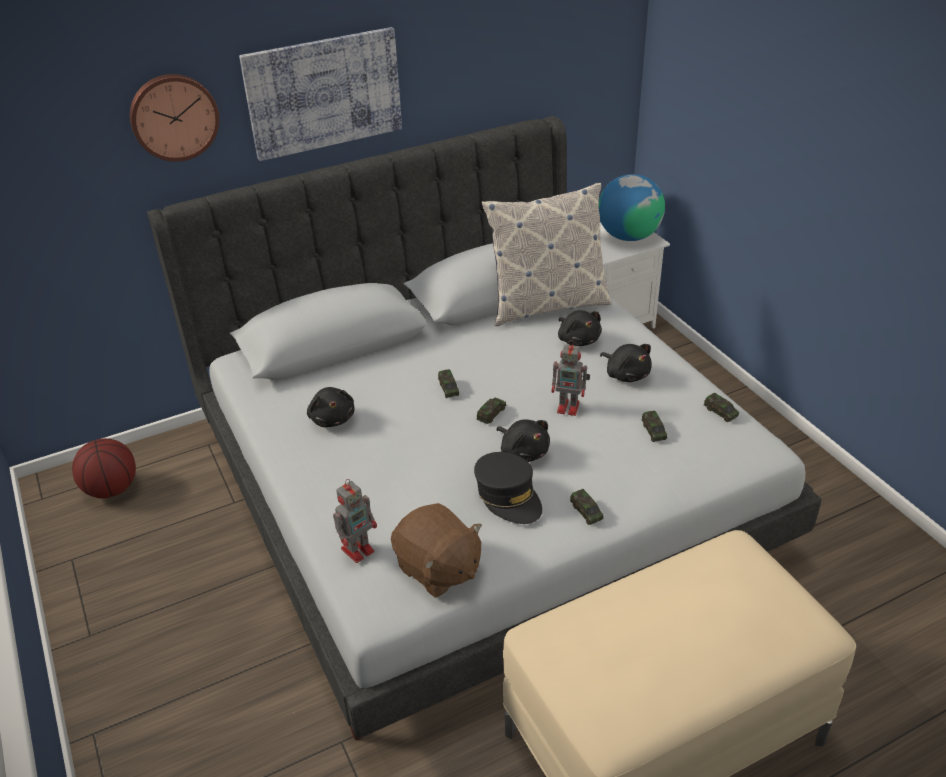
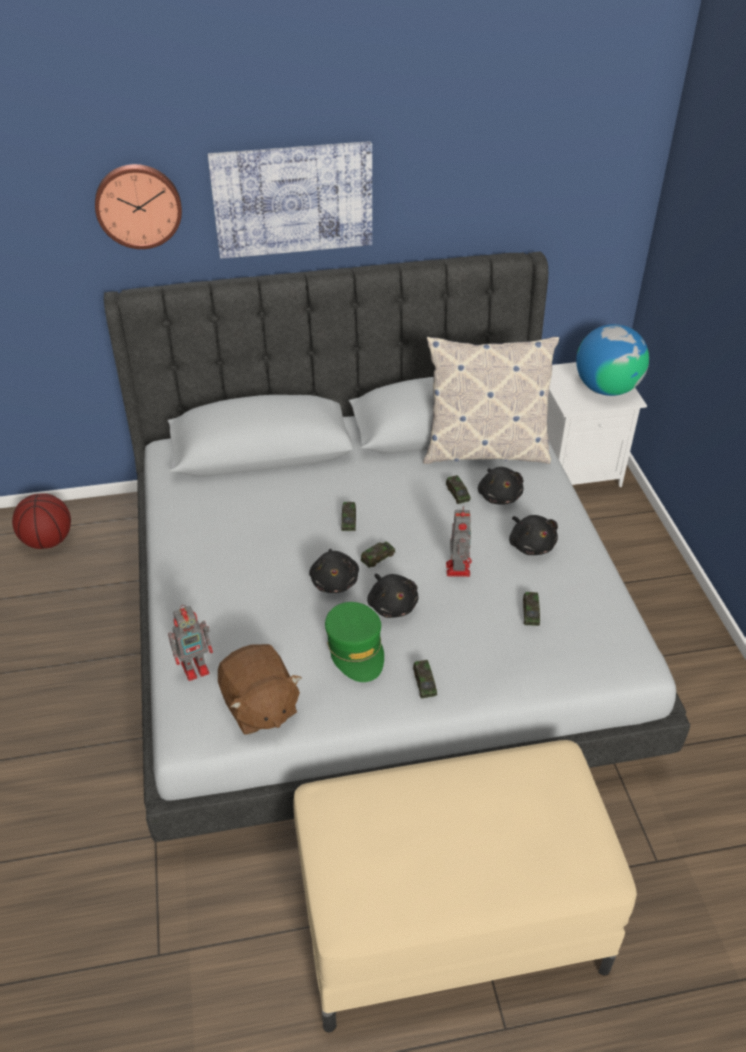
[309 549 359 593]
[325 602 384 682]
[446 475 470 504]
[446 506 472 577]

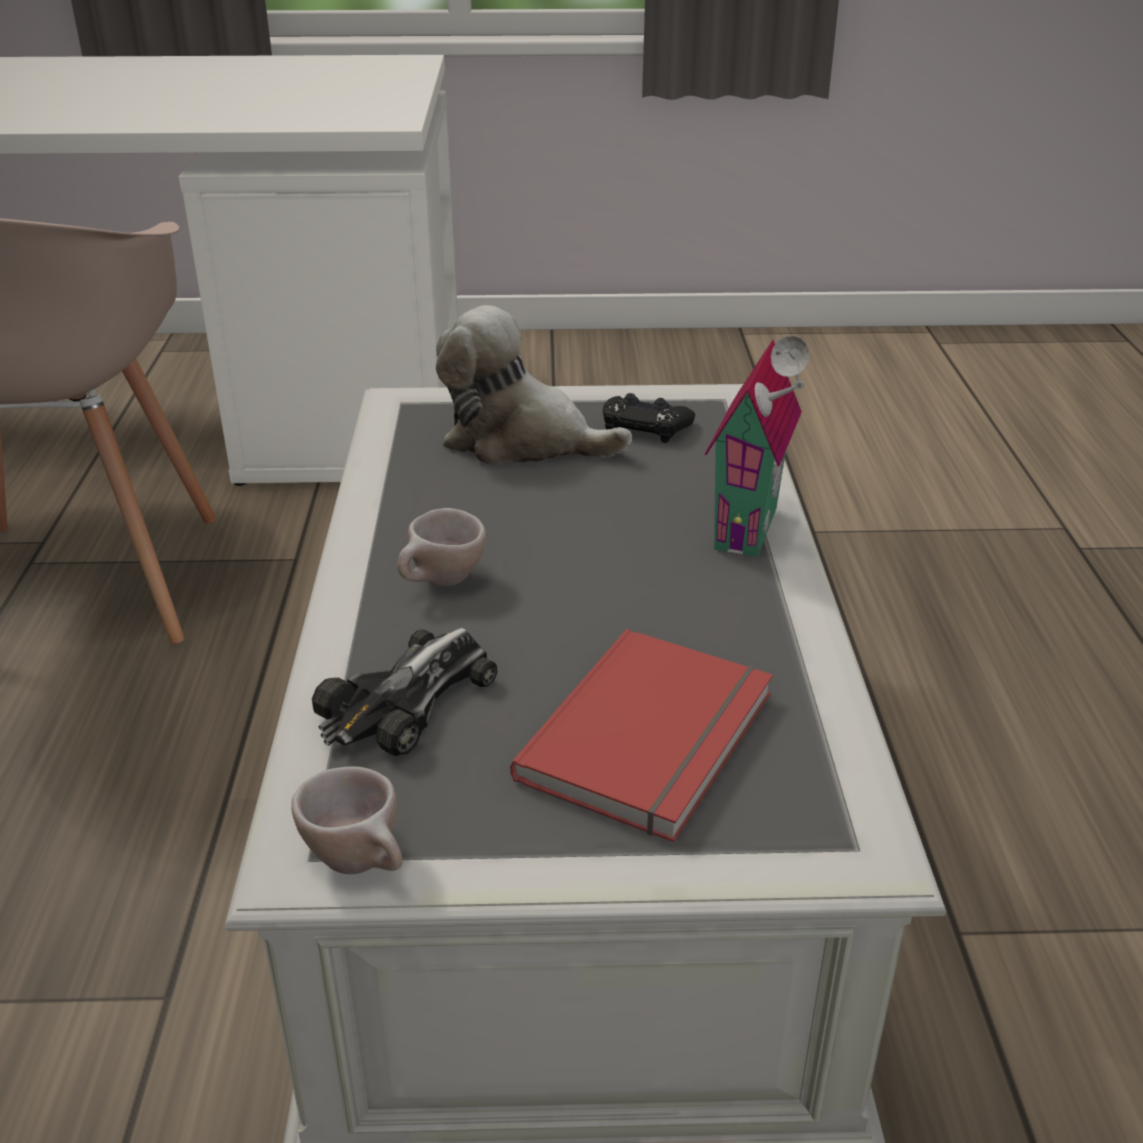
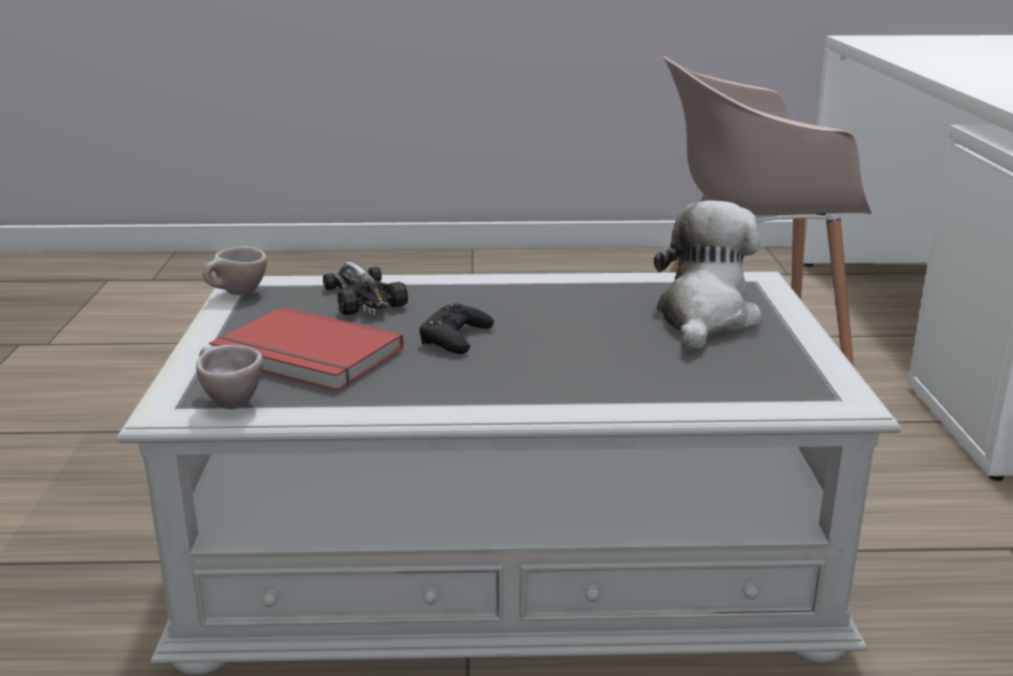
[196 345 263 409]
[323 262 408 315]
[419 303 494 354]
[705 335 809 558] (first image)

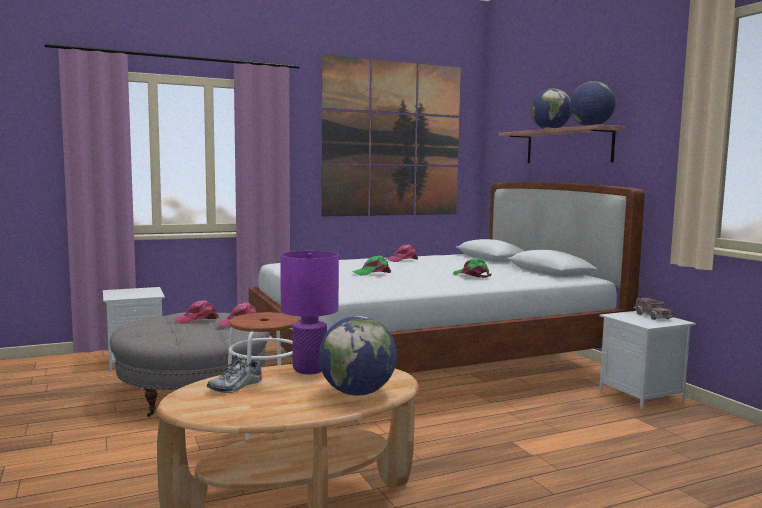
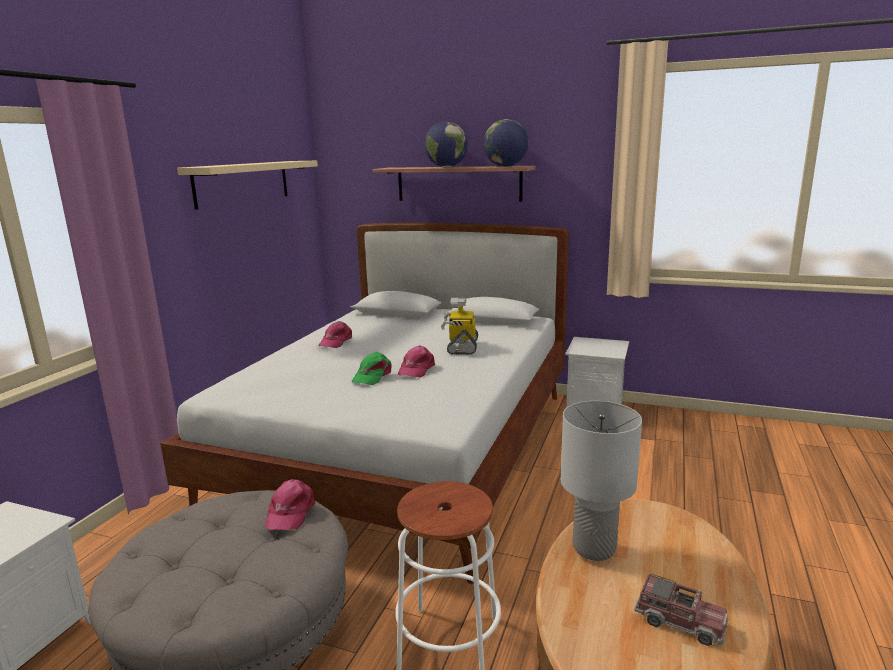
[177 161 318 210]
[398 345 435 378]
[441 298 478 355]
[561 401 642 561]
[634 573 728 646]
[207 355 262 393] (first image)
[319 316 397 396] (first image)

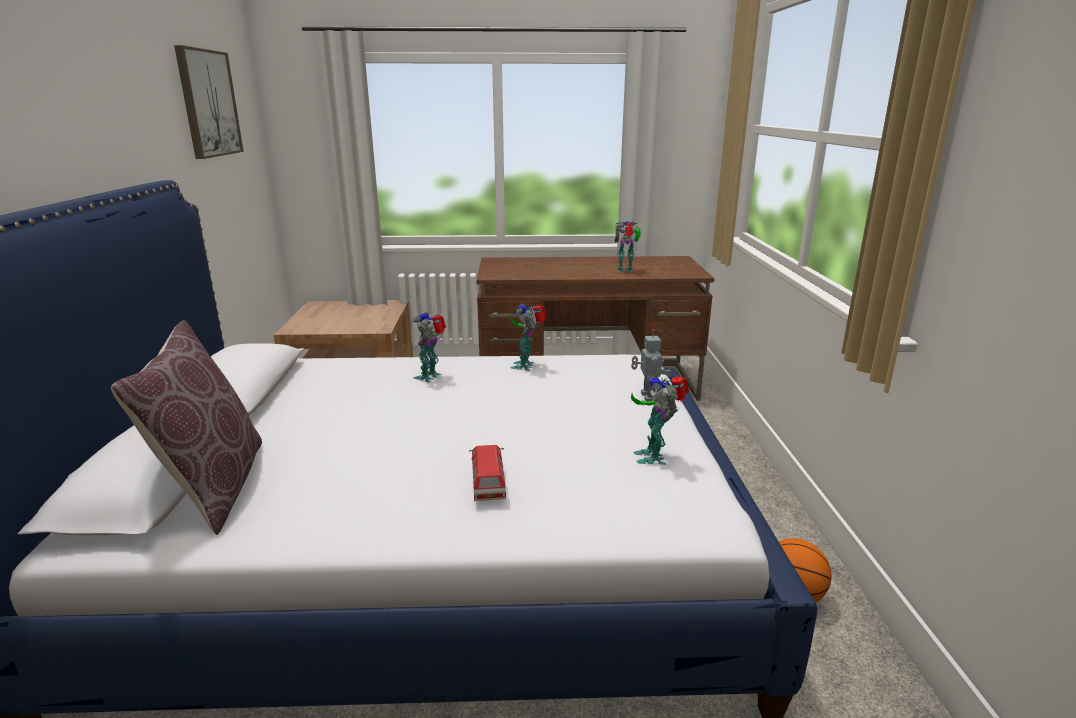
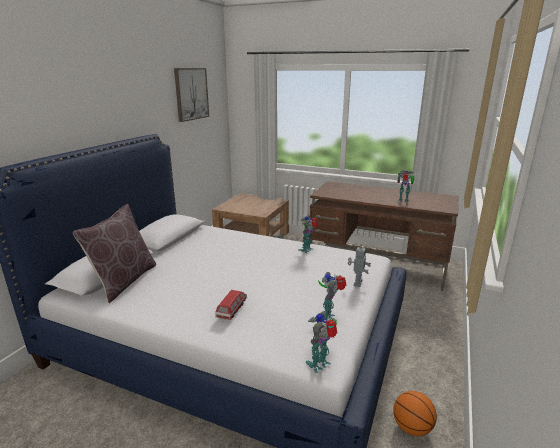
[305 311 337 373]

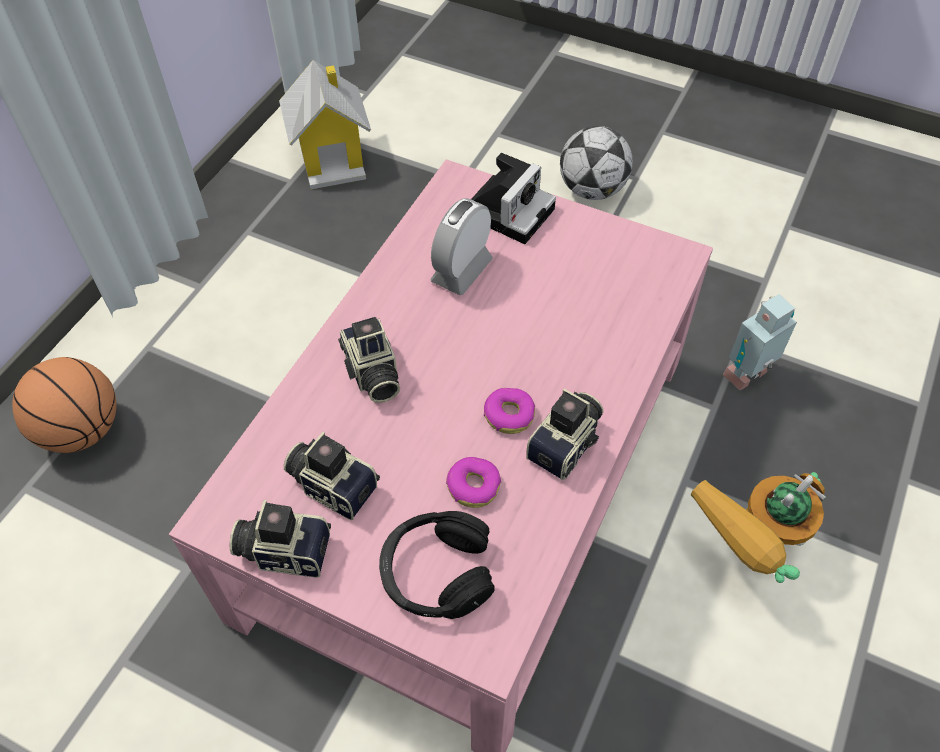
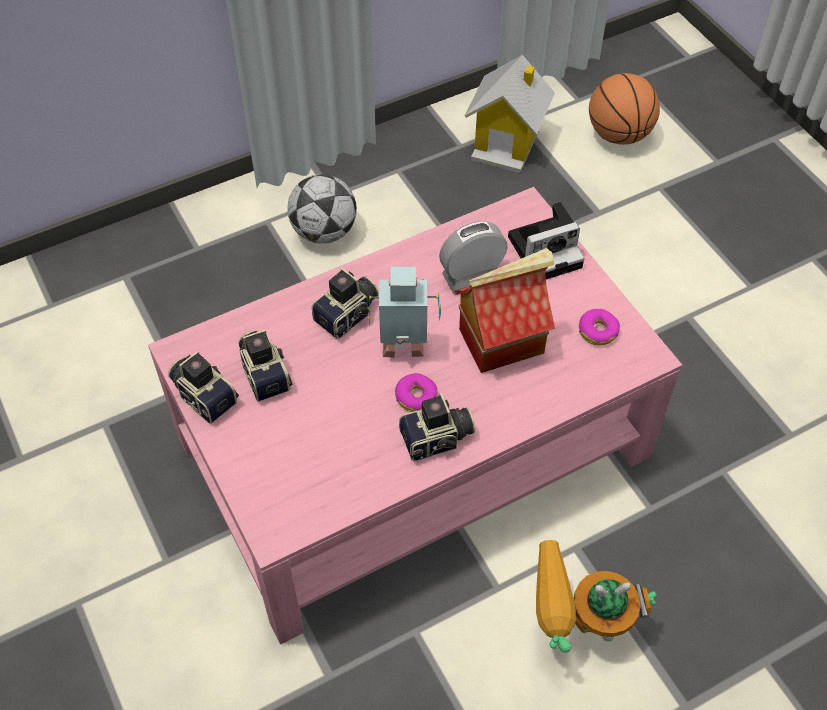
[288 174 357 244]
[312 268 379 339]
[368 266 441 358]
[455 248 555 373]
[579 309 620 346]
[589 73 660 145]
[379 511 495 619] (first image)

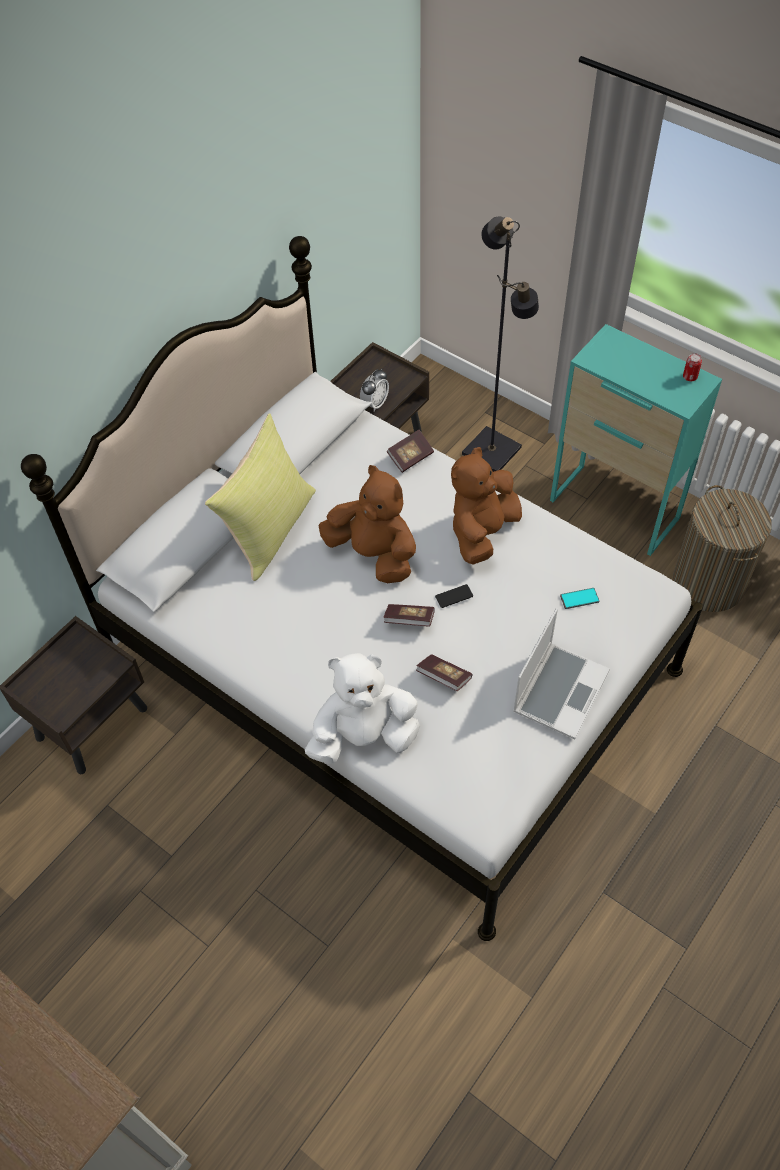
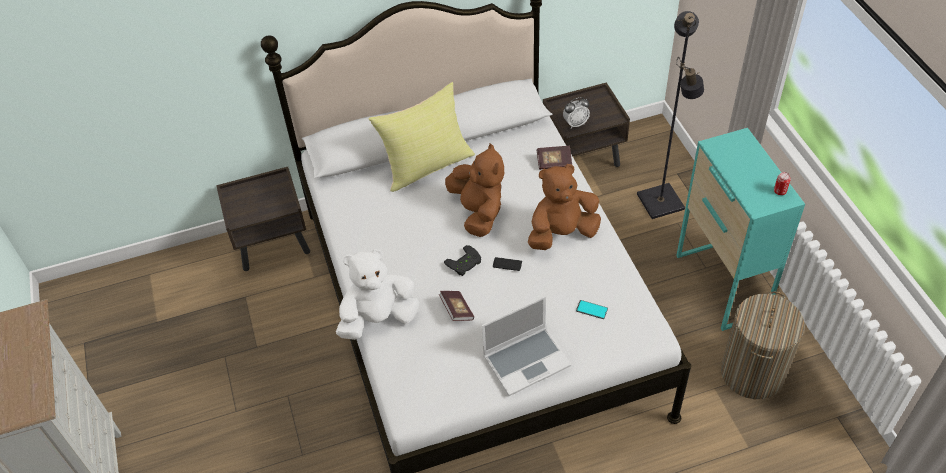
[336 249 419 340]
[444 245 481 276]

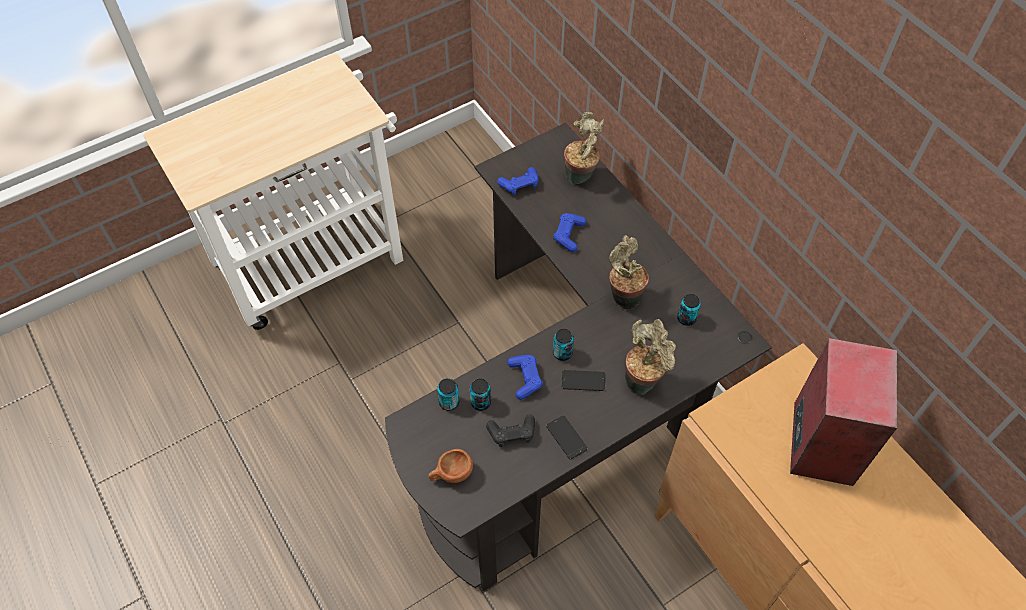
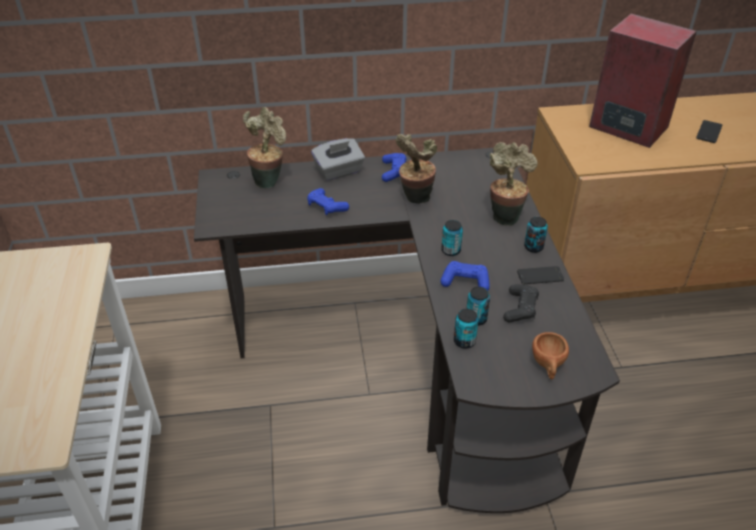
[311 138 365 181]
[382 153 406 182]
[524 217 548 253]
[696 120 722 143]

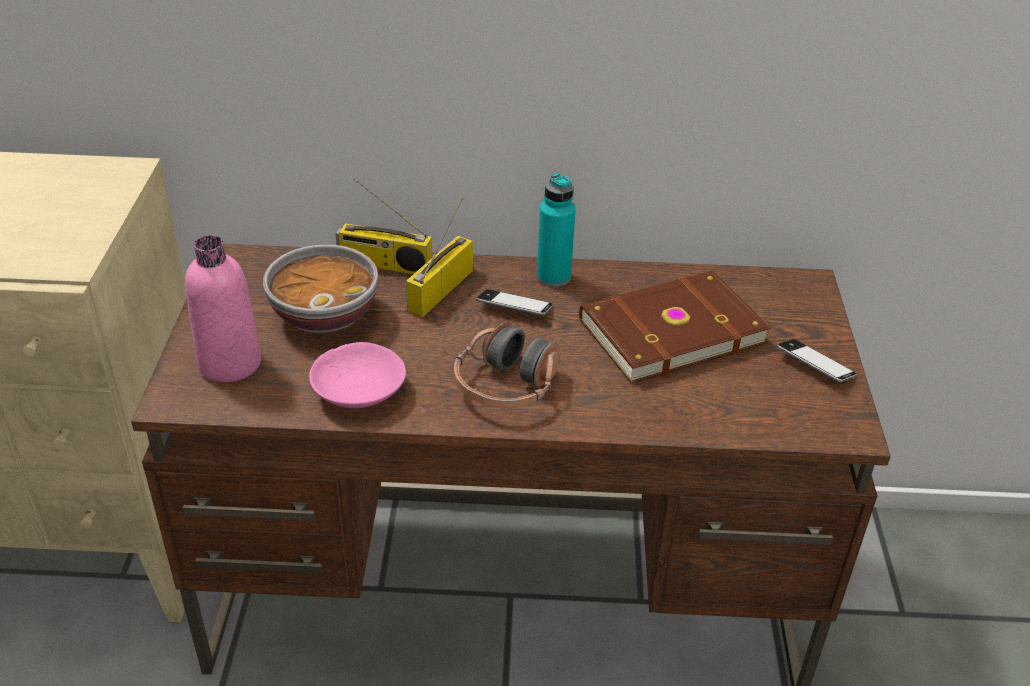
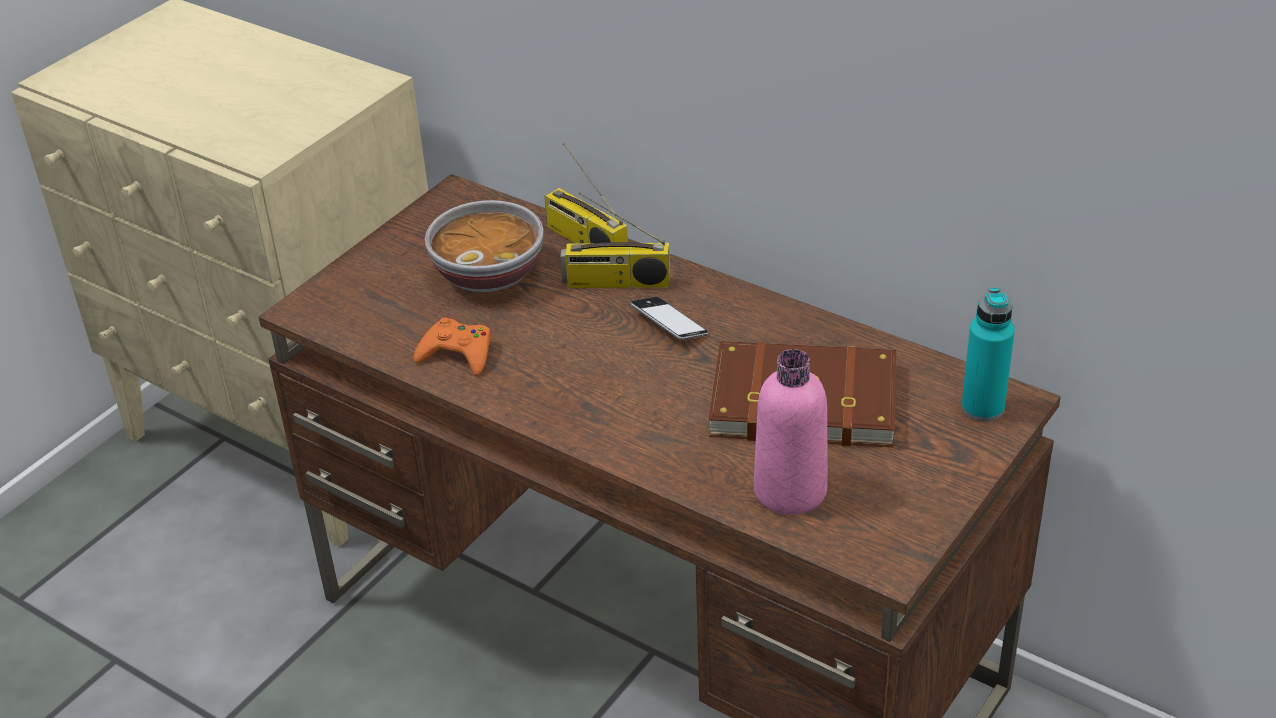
[413 318 491 376]
[560 192 670 288]
[754 349 828 515]
[962 287 1015 422]
[454 322 560 408] (first image)
[777 339 857 382] (first image)

